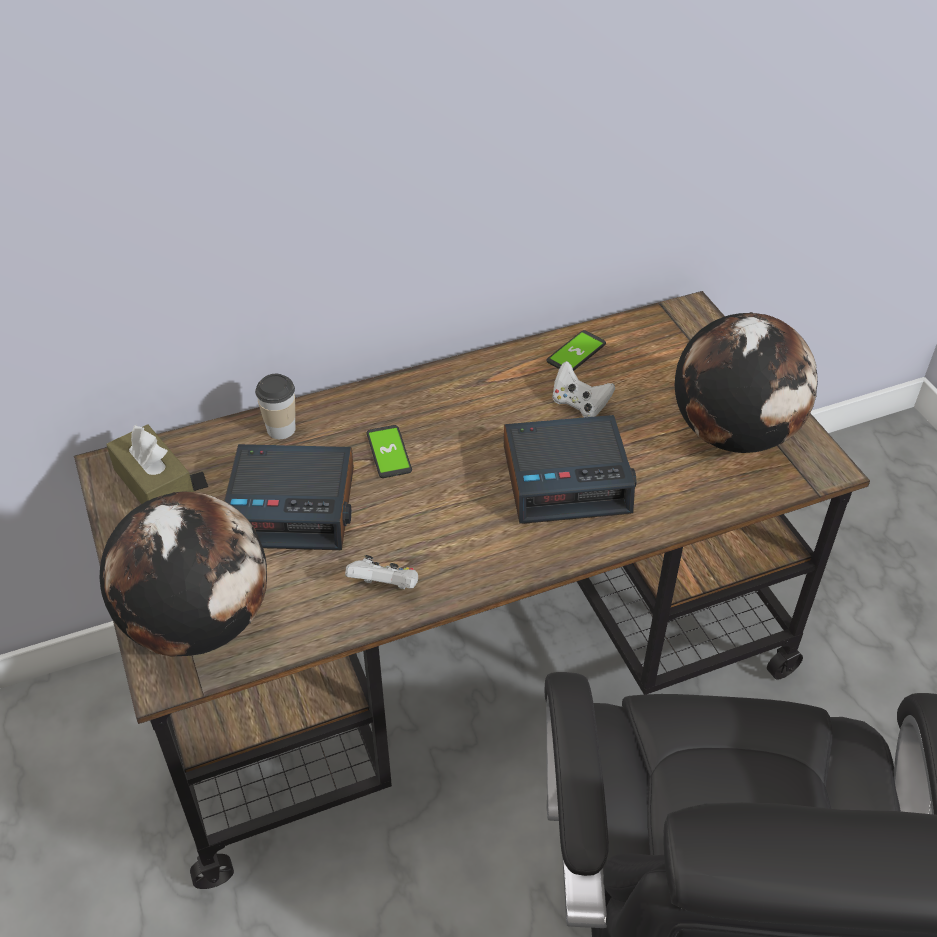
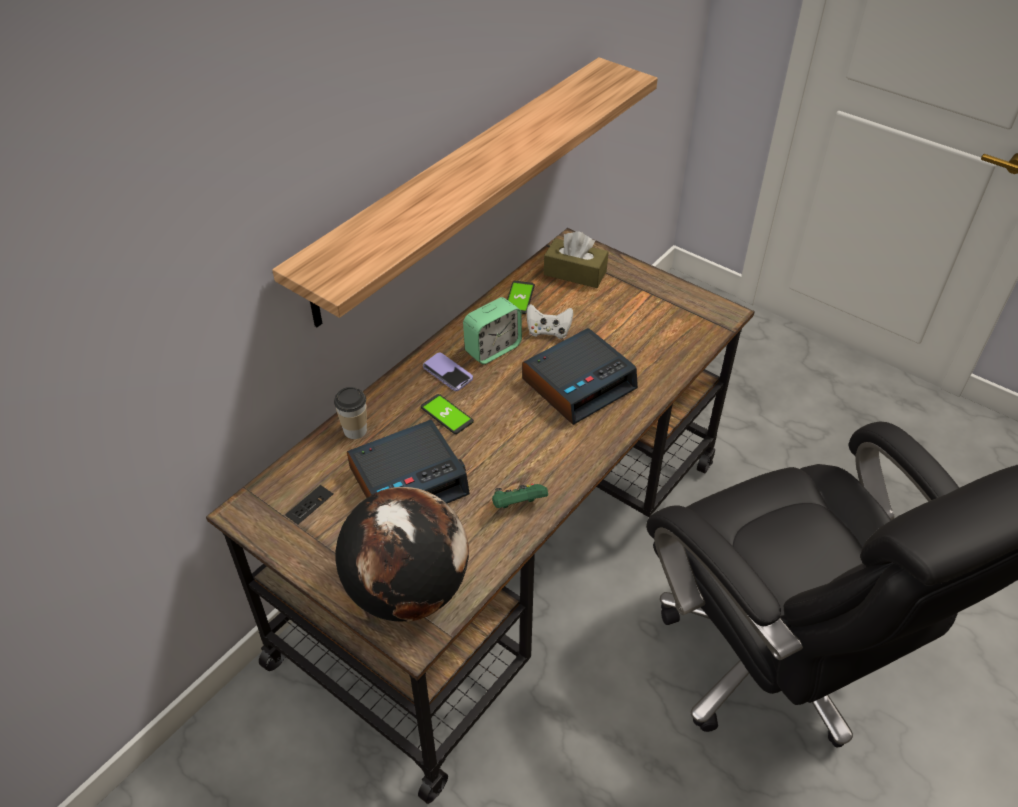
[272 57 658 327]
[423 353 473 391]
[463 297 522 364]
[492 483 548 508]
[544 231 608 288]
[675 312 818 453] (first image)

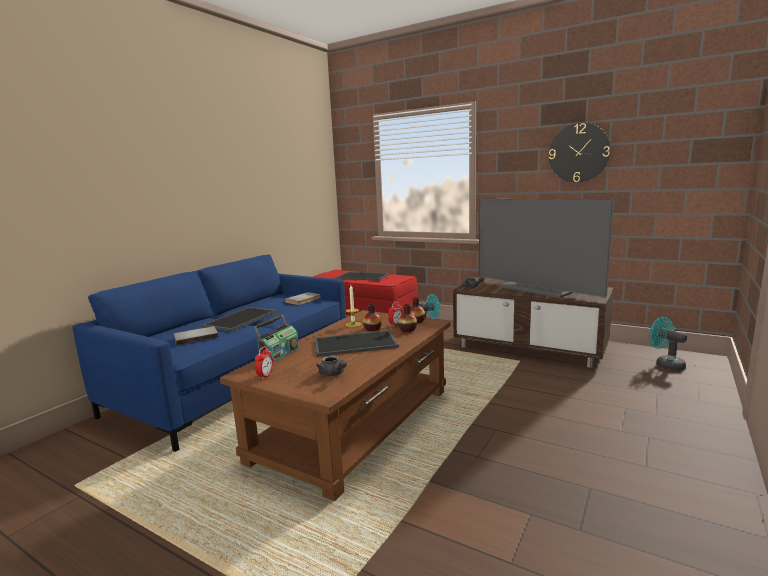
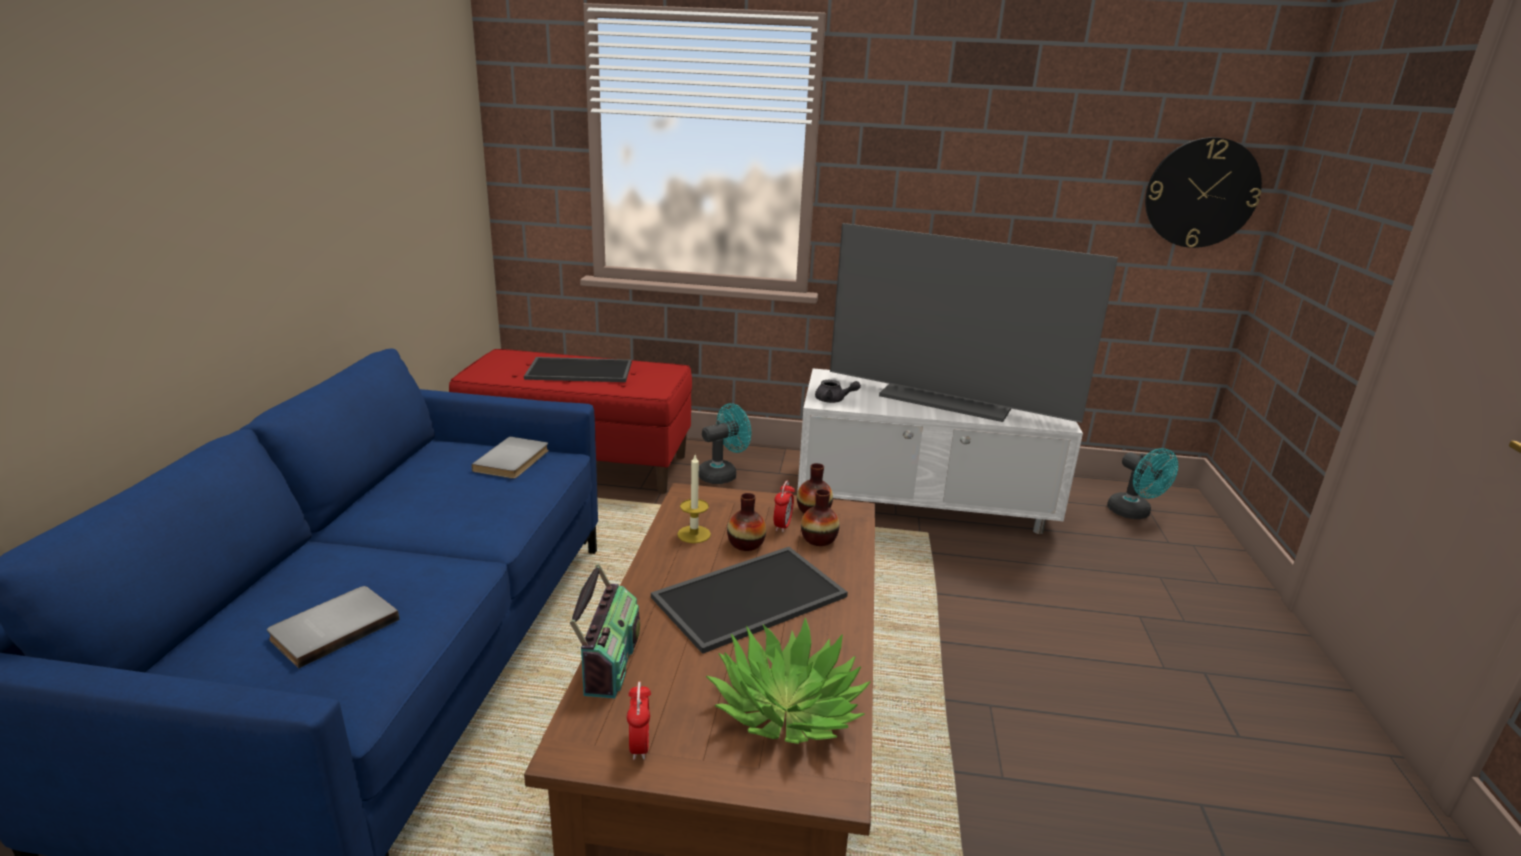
[706 617 871 744]
[797 369 1083 534]
[1107 448 1178 519]
[1145 137 1262 248]
[202 307 277 331] (first image)

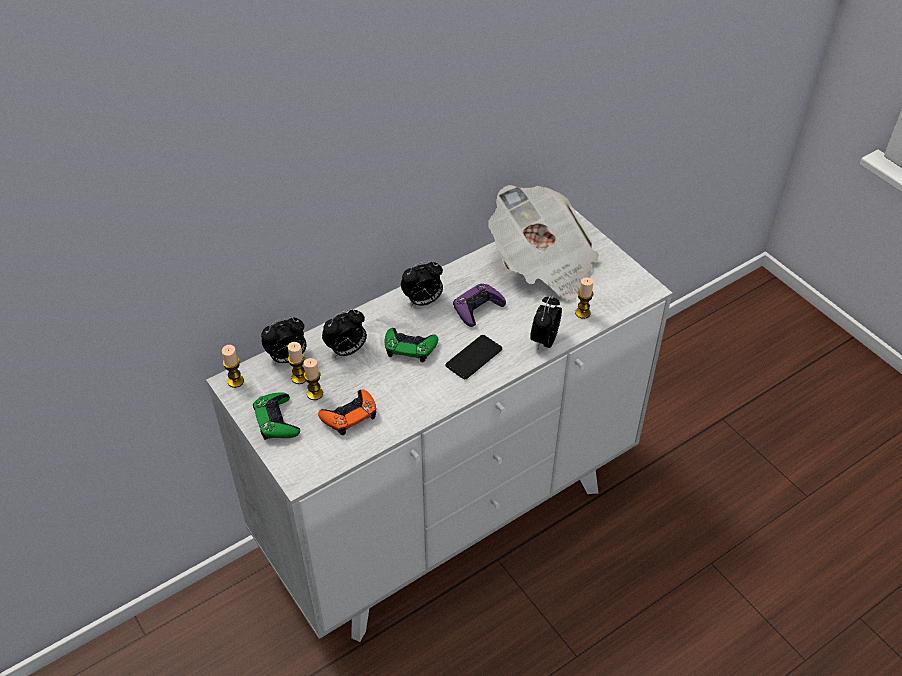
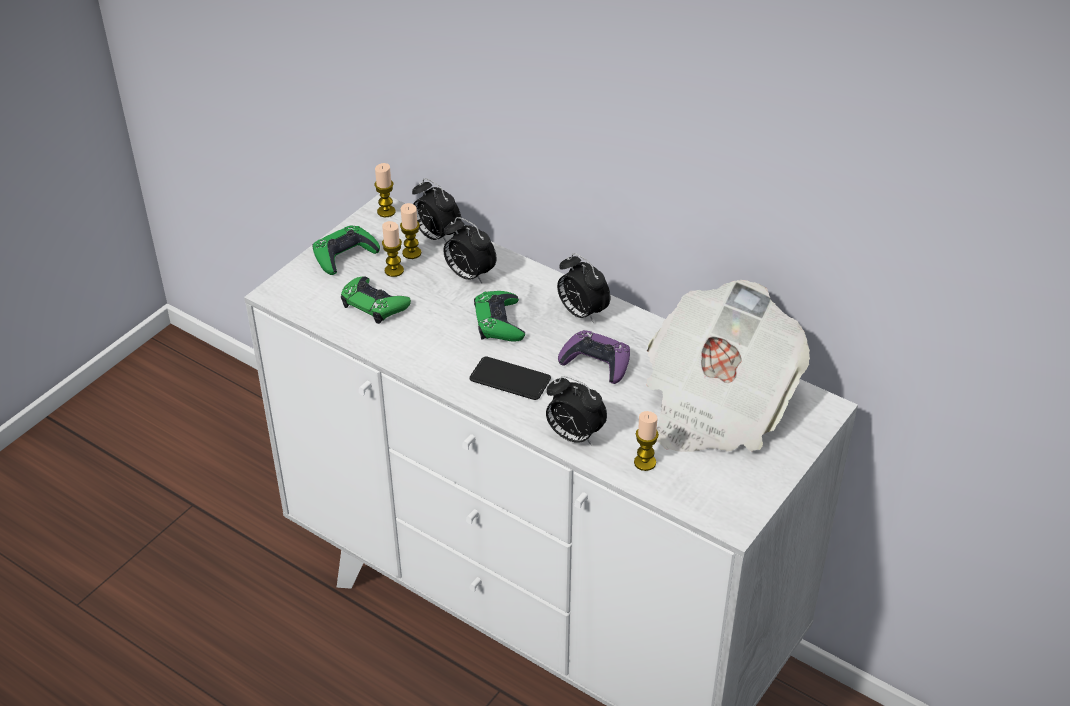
[341 276 411 324]
[546 376 607 445]

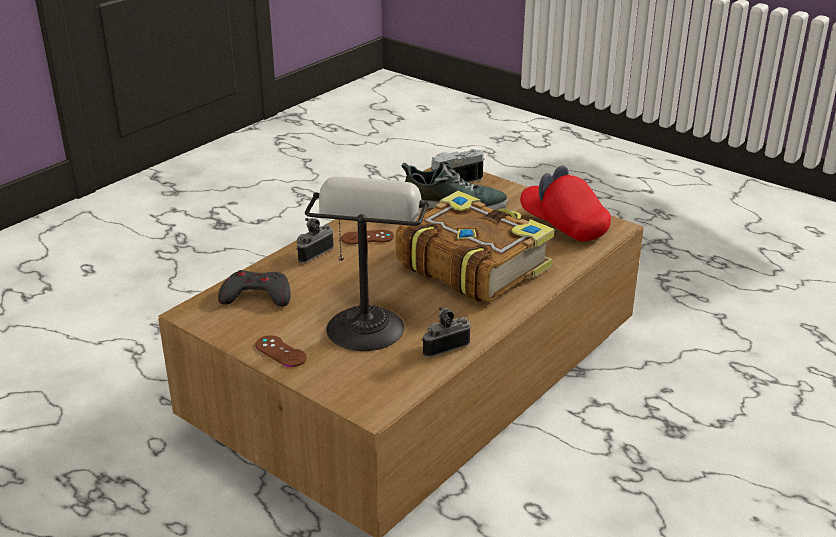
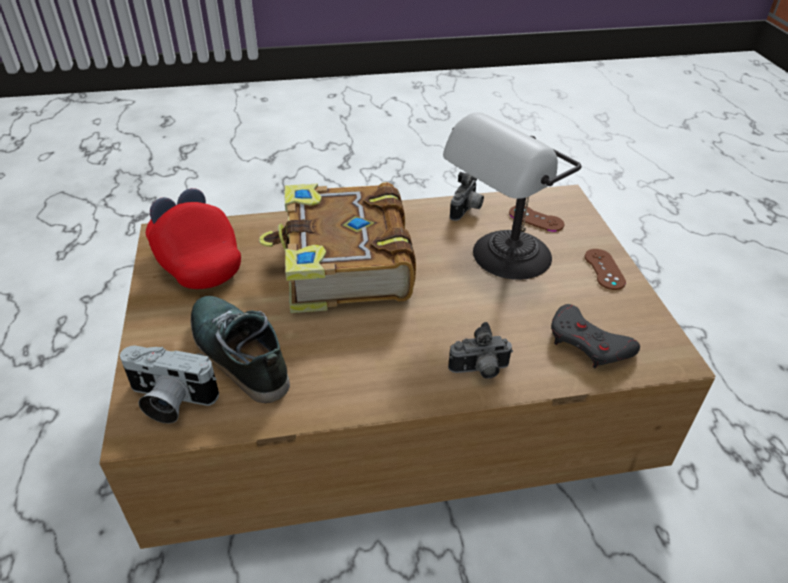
[146 188 241 289]
[450 172 484 221]
[509 206 564 232]

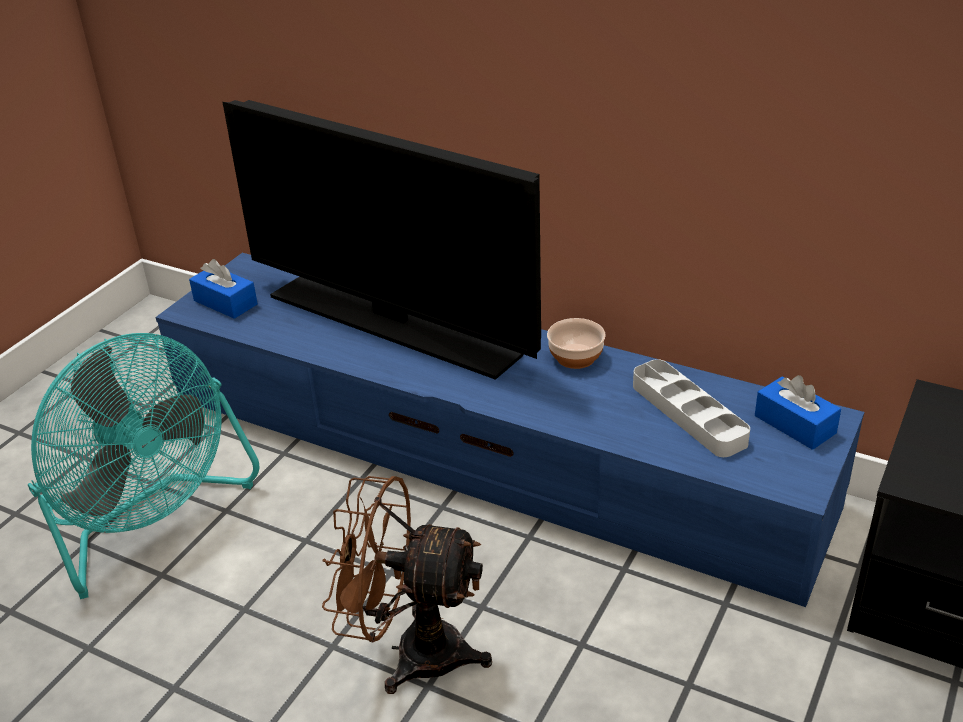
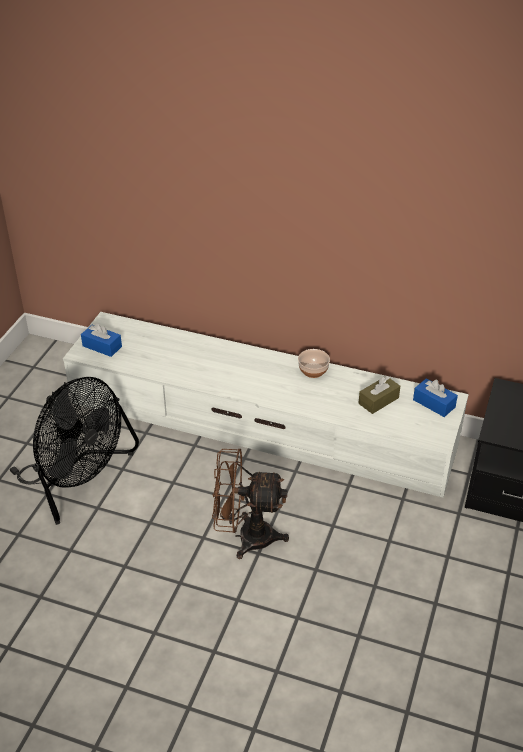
[10 377 139 525]
[63 312 469 498]
[358 376 400 414]
[223 100 541 380] (first image)

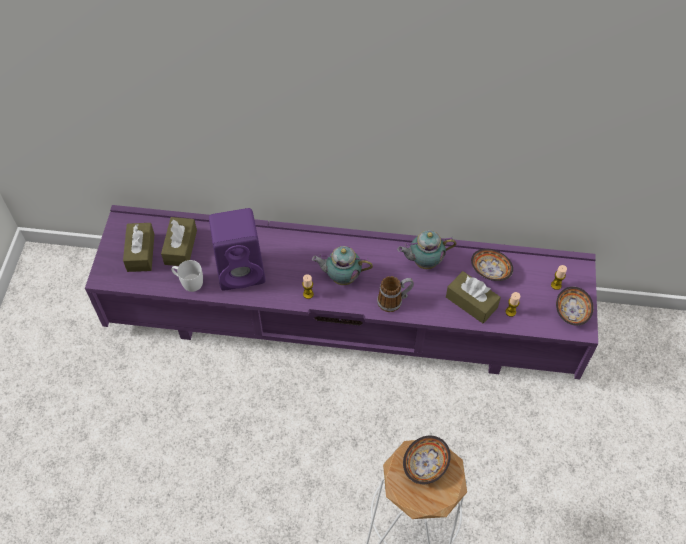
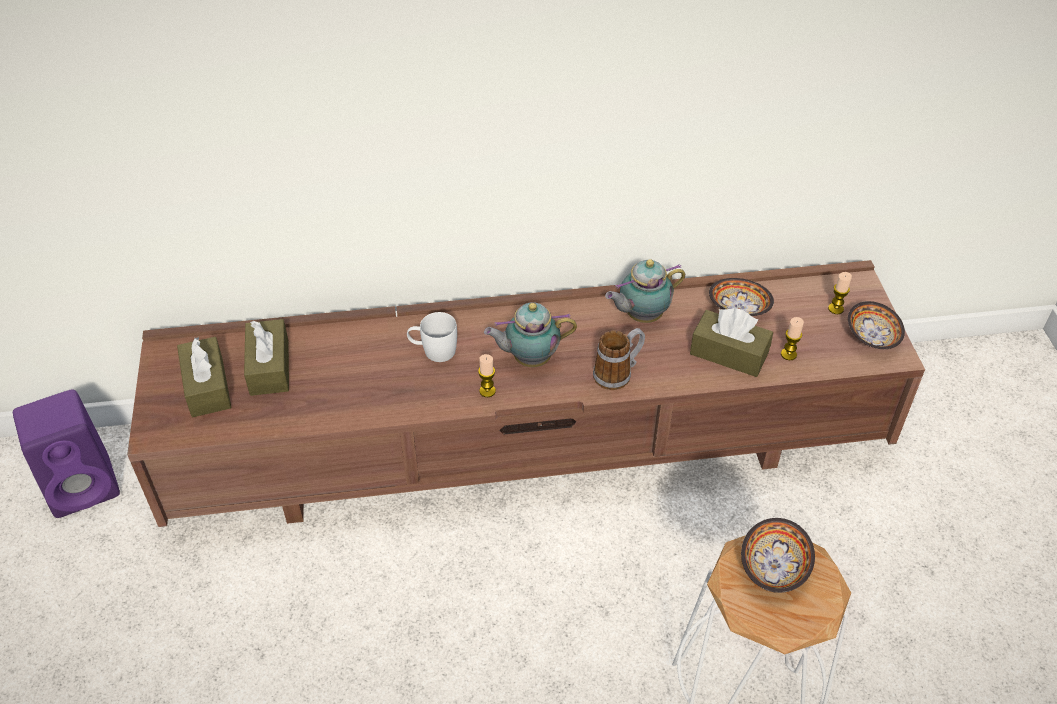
[13 389 120 518]
[127 260 925 527]
[407 312 457 362]

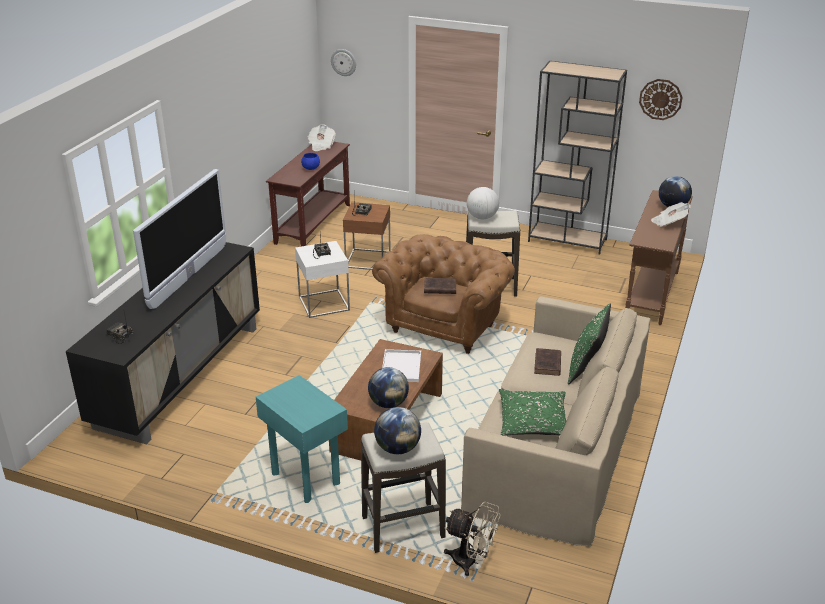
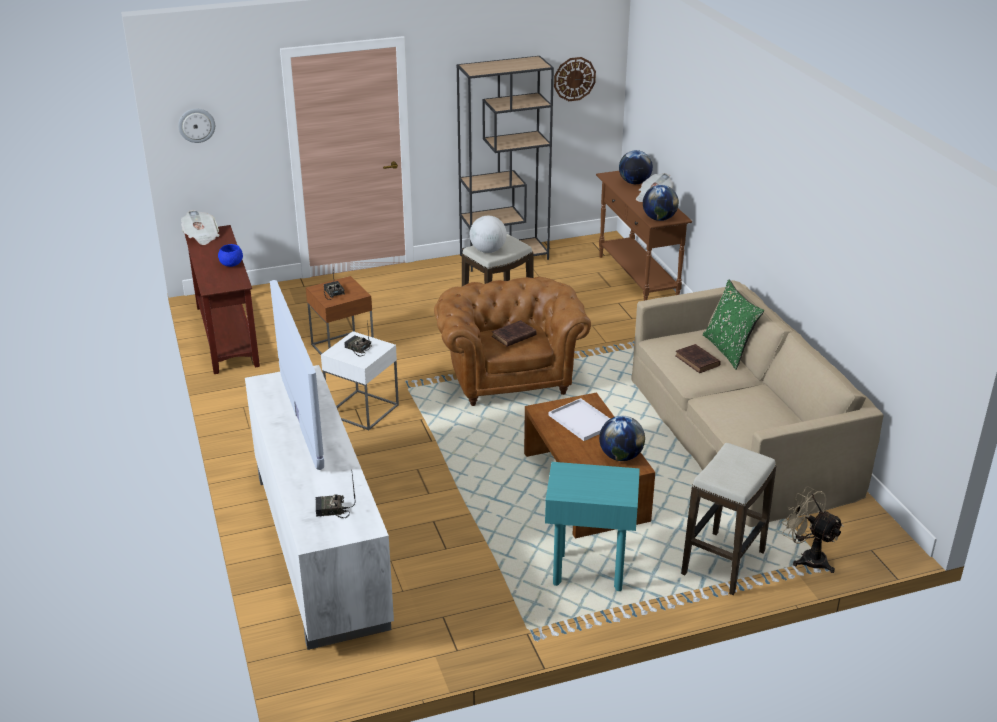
[245 365 394 650]
[643 185 679 221]
[782 486 844 573]
[499 389 566 435] (first image)

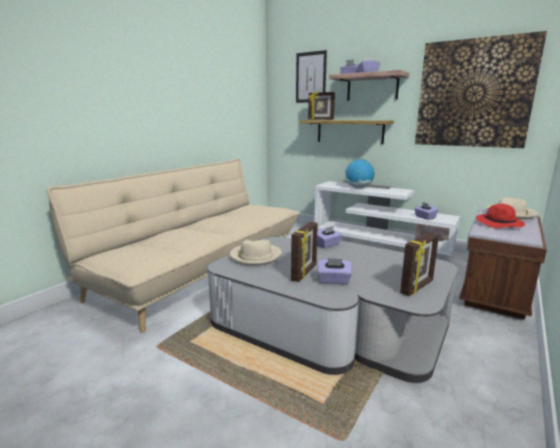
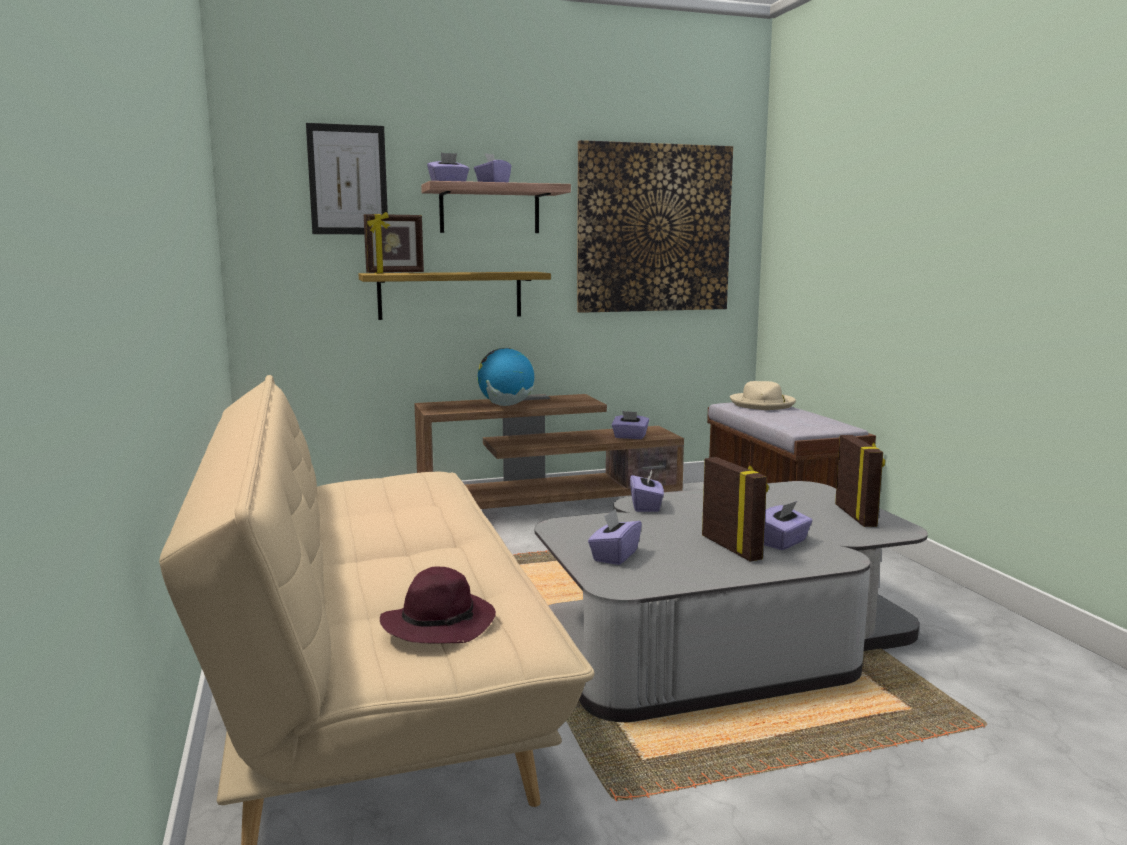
[380 566 496 644]
[414 394 684 509]
[588 509 642 565]
[476 204 525 228] (first image)

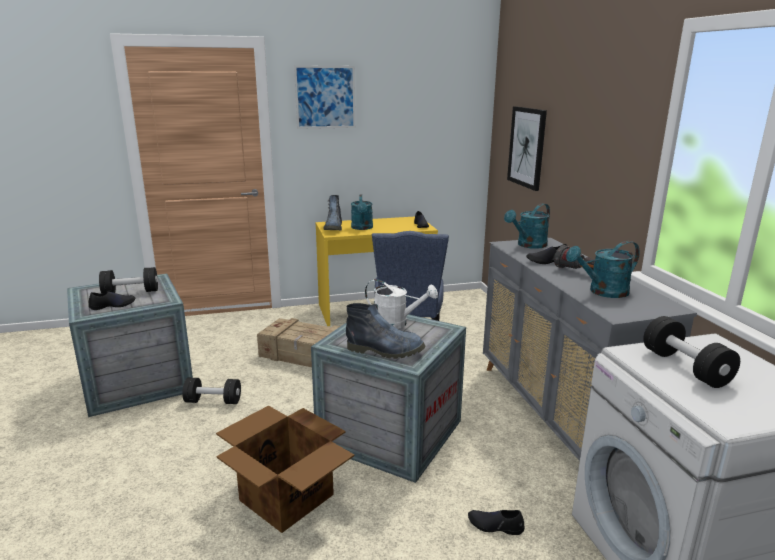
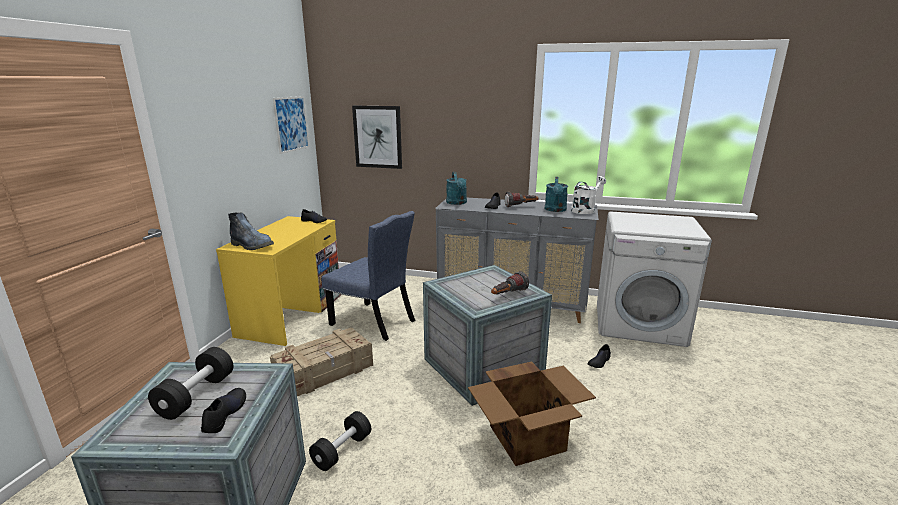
[273 96 309 154]
[491 271 529 294]
[571 176 606 214]
[351 194 373 230] (first image)
[643 316 740 388] (first image)

